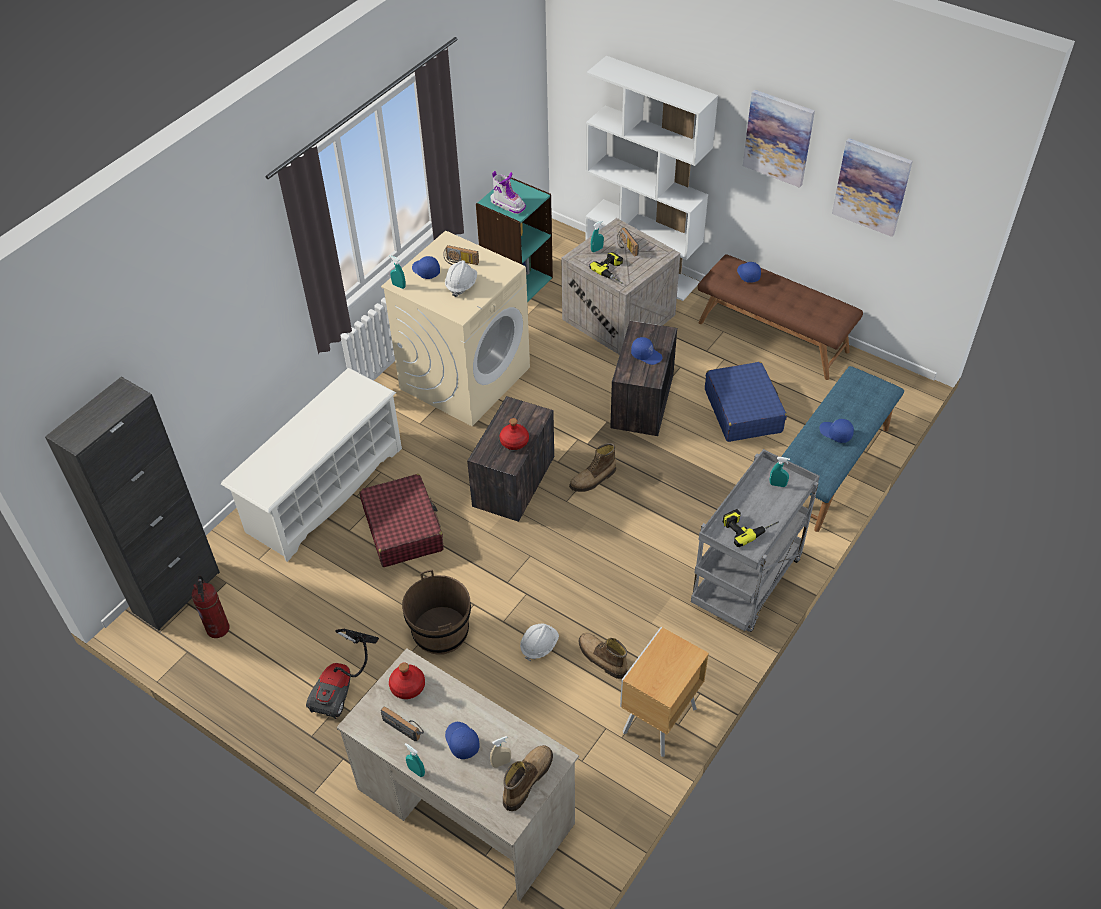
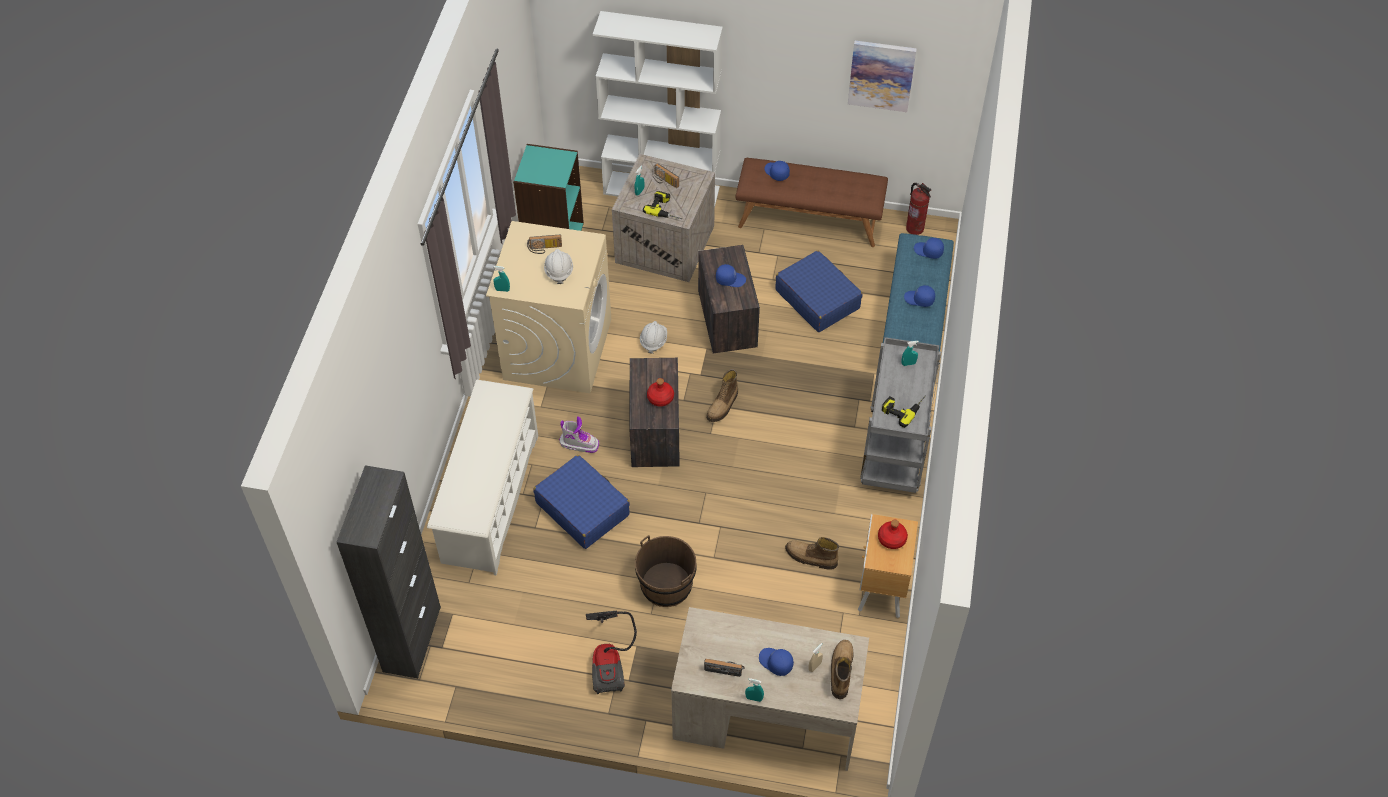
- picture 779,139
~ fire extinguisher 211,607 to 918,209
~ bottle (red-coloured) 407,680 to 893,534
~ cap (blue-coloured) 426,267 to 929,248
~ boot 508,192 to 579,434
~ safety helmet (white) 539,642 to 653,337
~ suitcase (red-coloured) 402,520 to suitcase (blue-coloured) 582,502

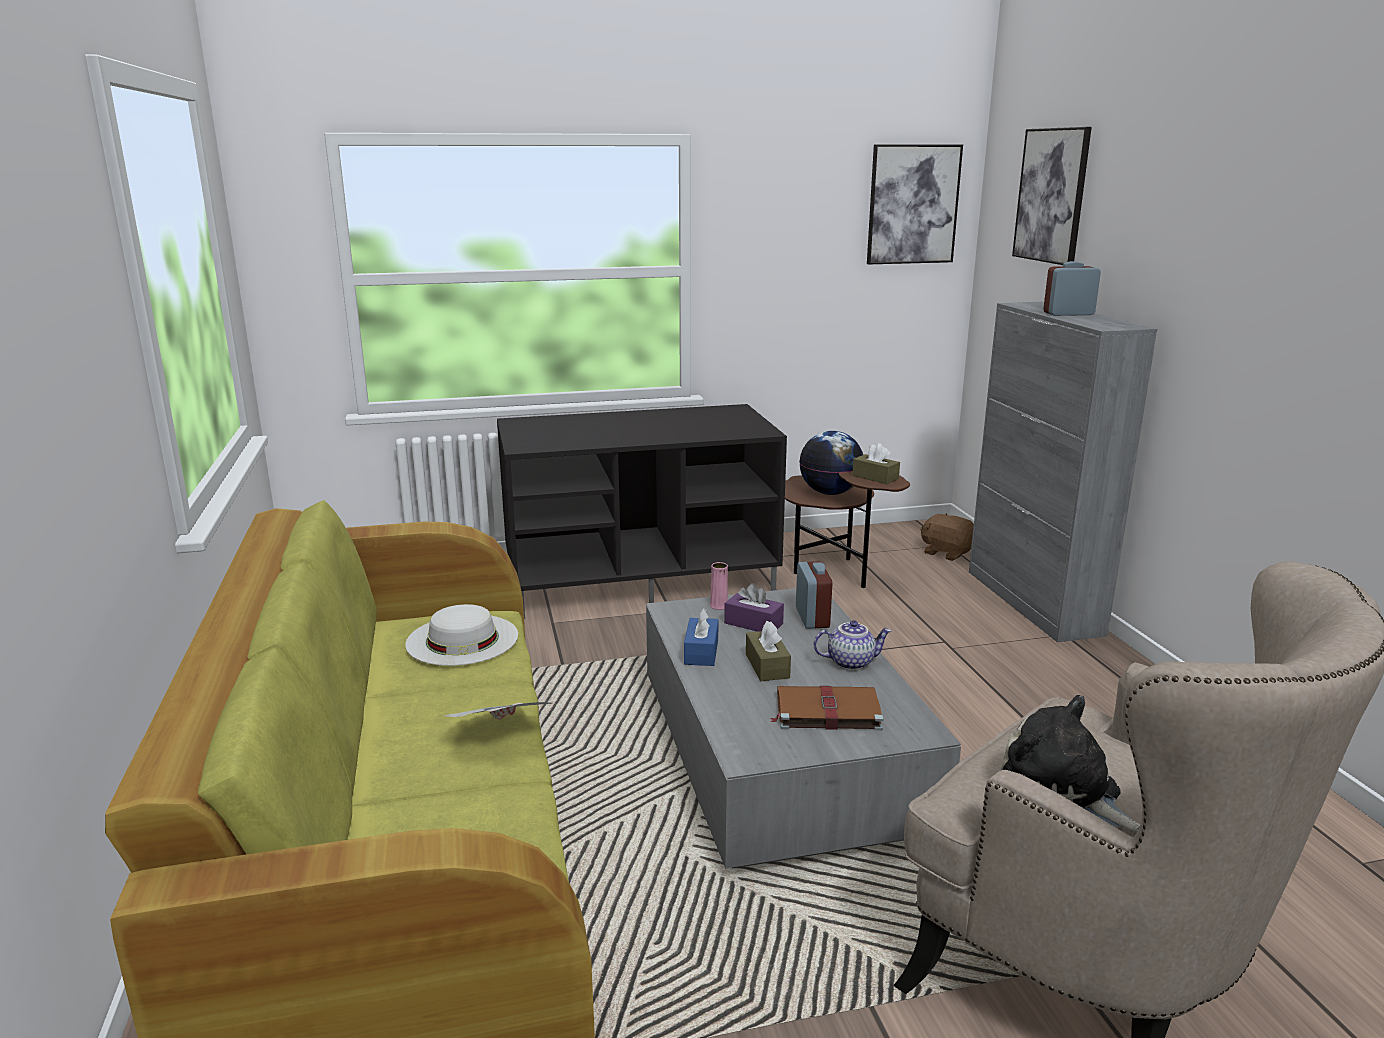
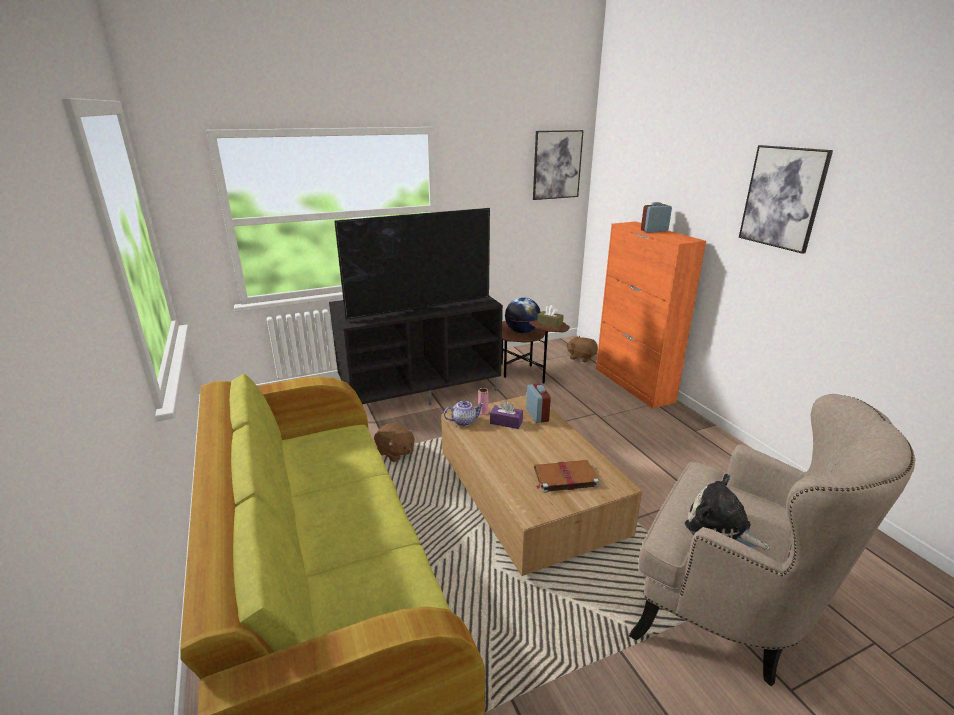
- wearable hat (white) 461,635
- newspaper 498,711
- box of tissues (blue-coloured) 701,637
- box of tissues (brown) 768,651
+ TV set 412,263
+ soft toy (brown) 394,442
~ tea pot 852,645 to 464,413
~ picture 1052,196 to 786,199
~ low table (grey) 803,728 to low table (brown) 541,485
~ storage cabinet (grey) 1063,471 to storage cabinet (orange-coloured) 651,315

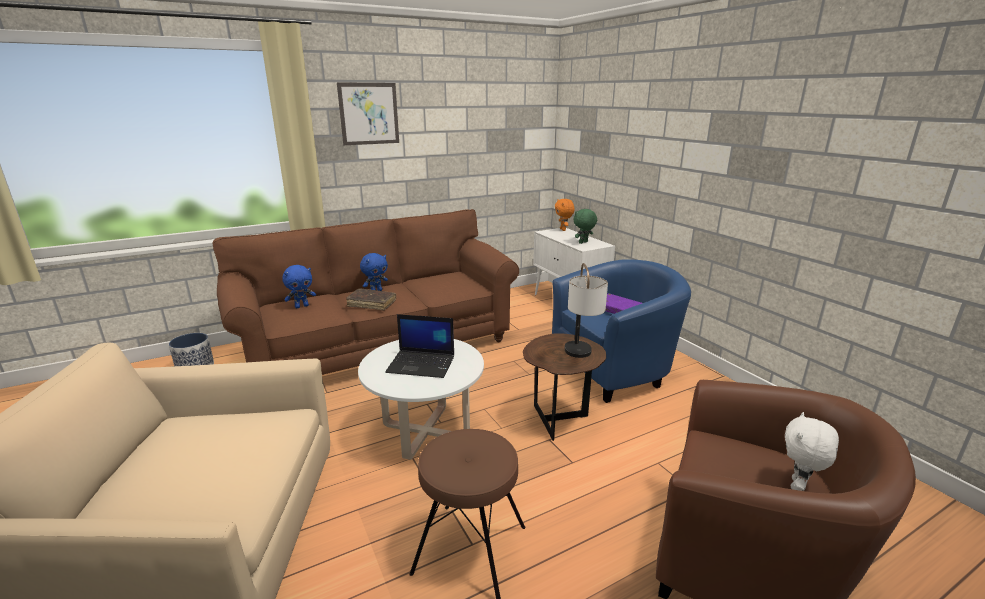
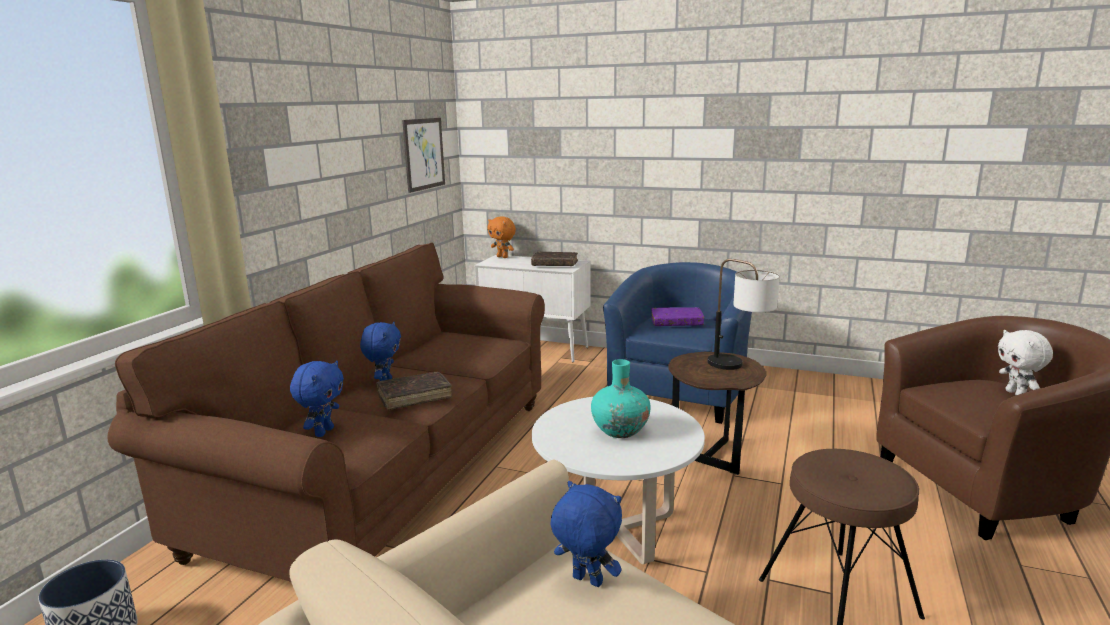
+ soft toy (blue-coloured) 586,534
~ picture 368,113 to 423,155
~ laptop 419,346 to decorative vase (blue-green) 621,398
~ soft toy (greenish) 585,226 to volume (brown) 554,259

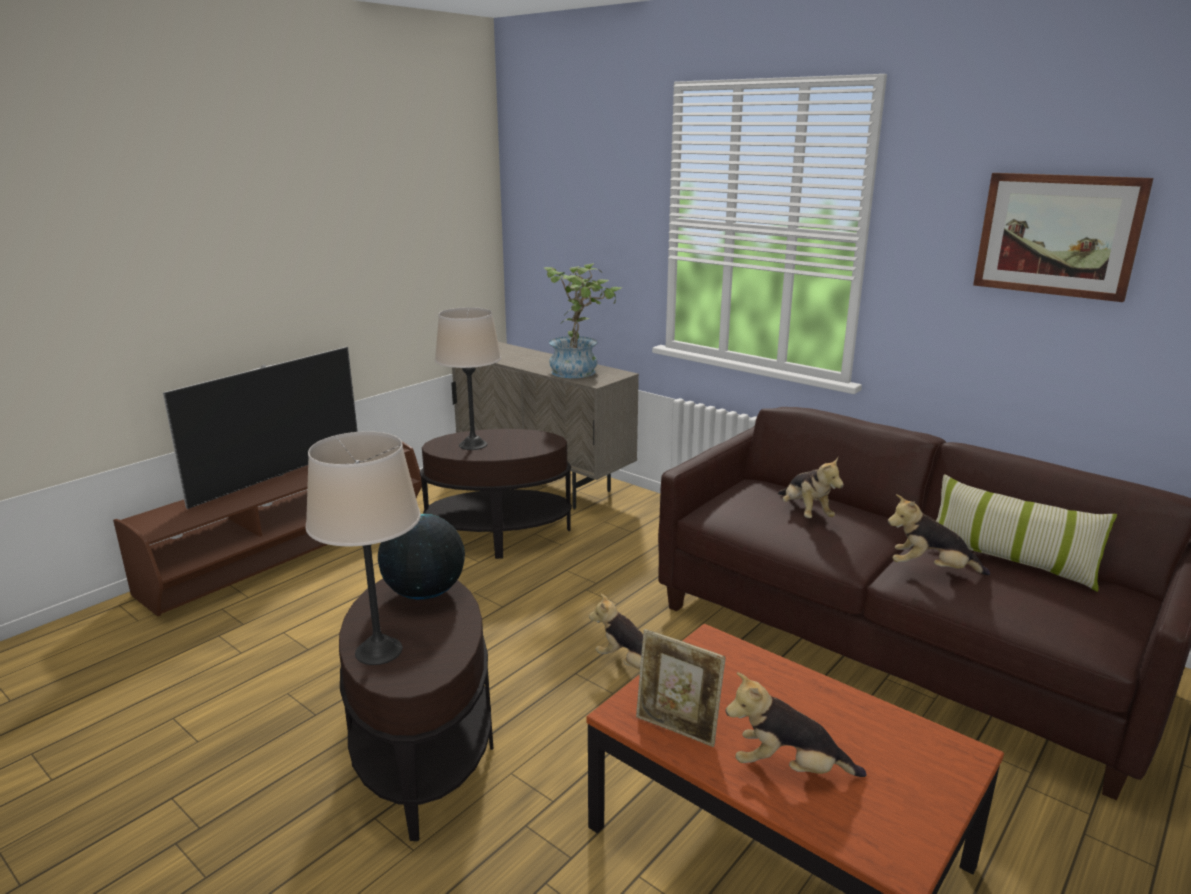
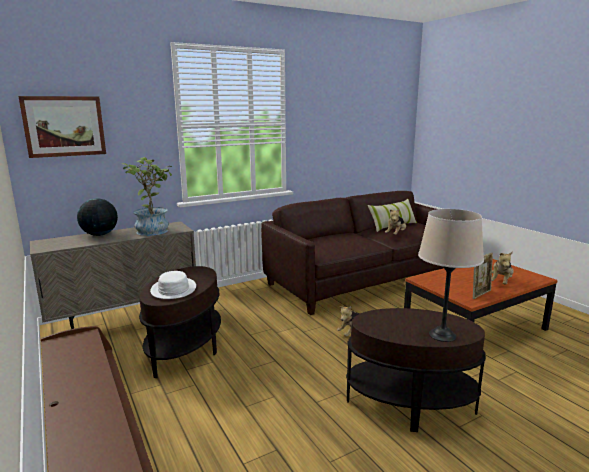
- TV set 260,428
- soft toy 811,487
~ desk globe 421,557 to 97,217
~ picture 1063,237 to 62,127
~ lamp for a table (beige) 468,378 to wearable hat (white) 173,285

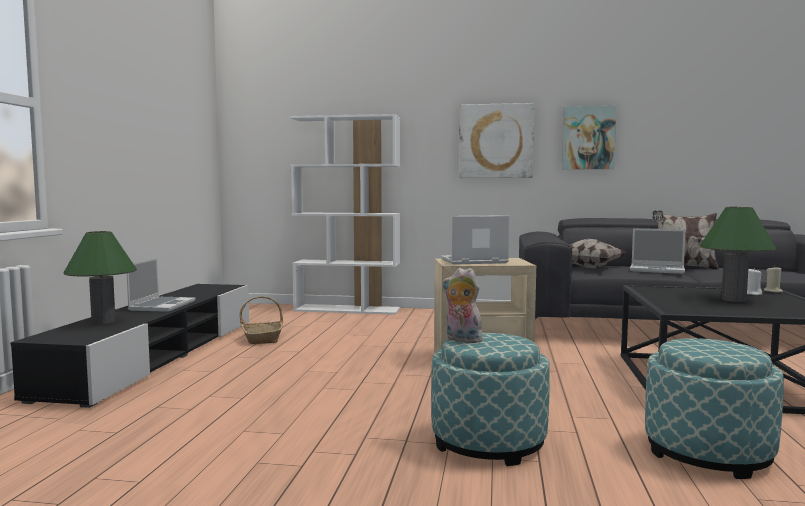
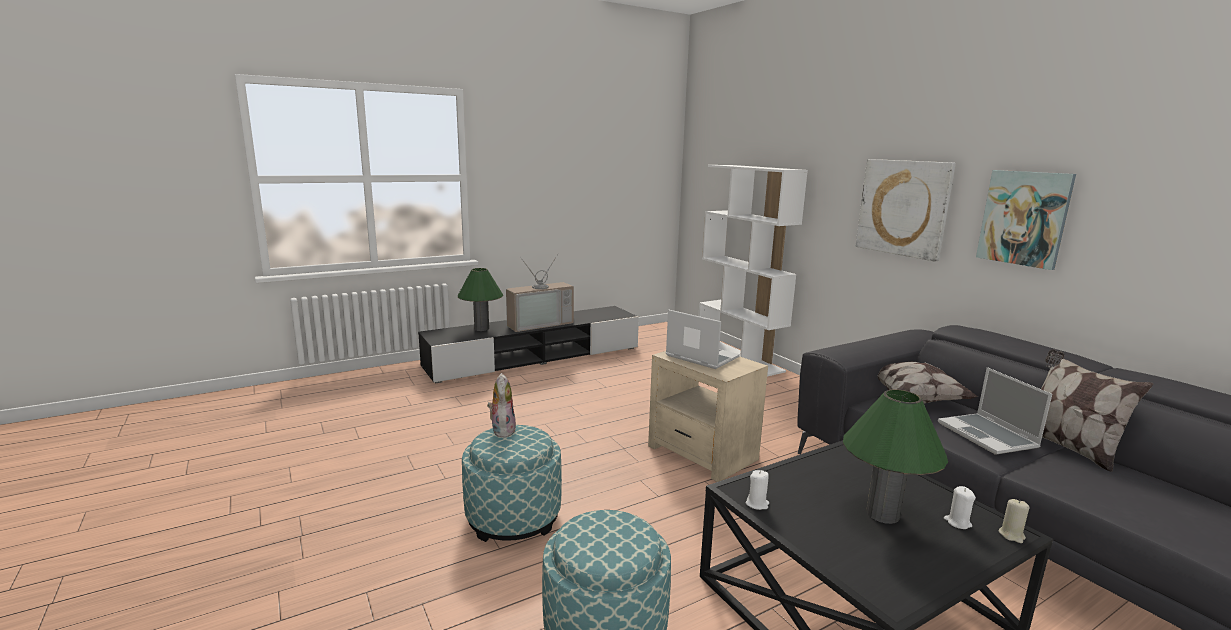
- household basket 261,320
+ wax light (white) 757,490
~ laptop 161,285 to TV set 540,294

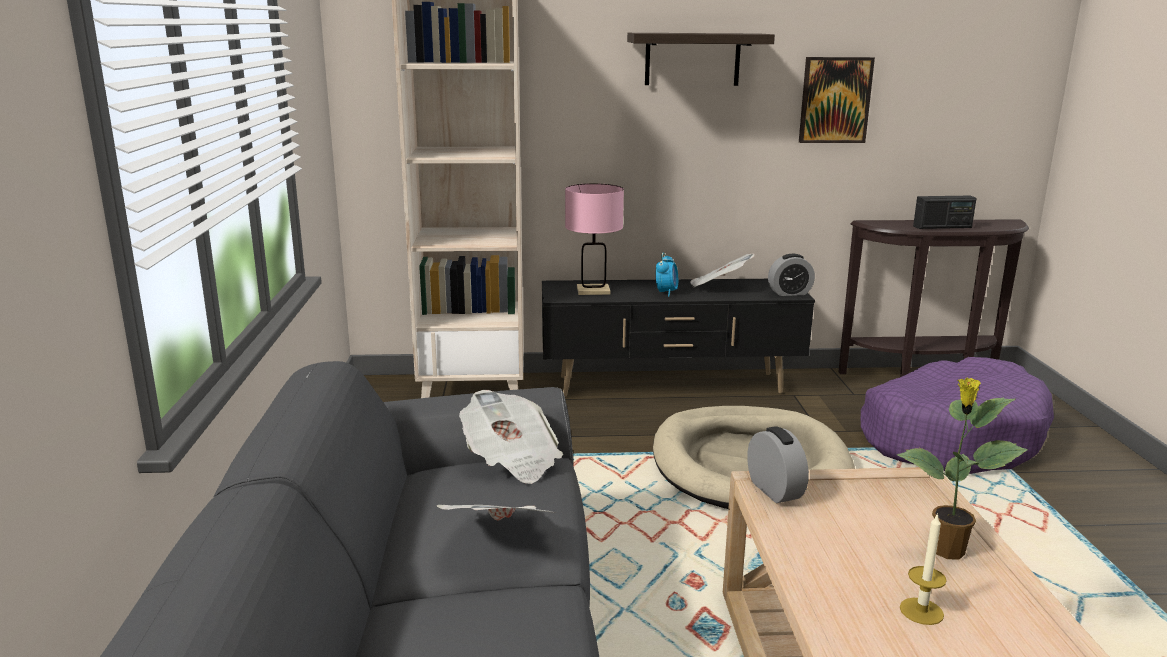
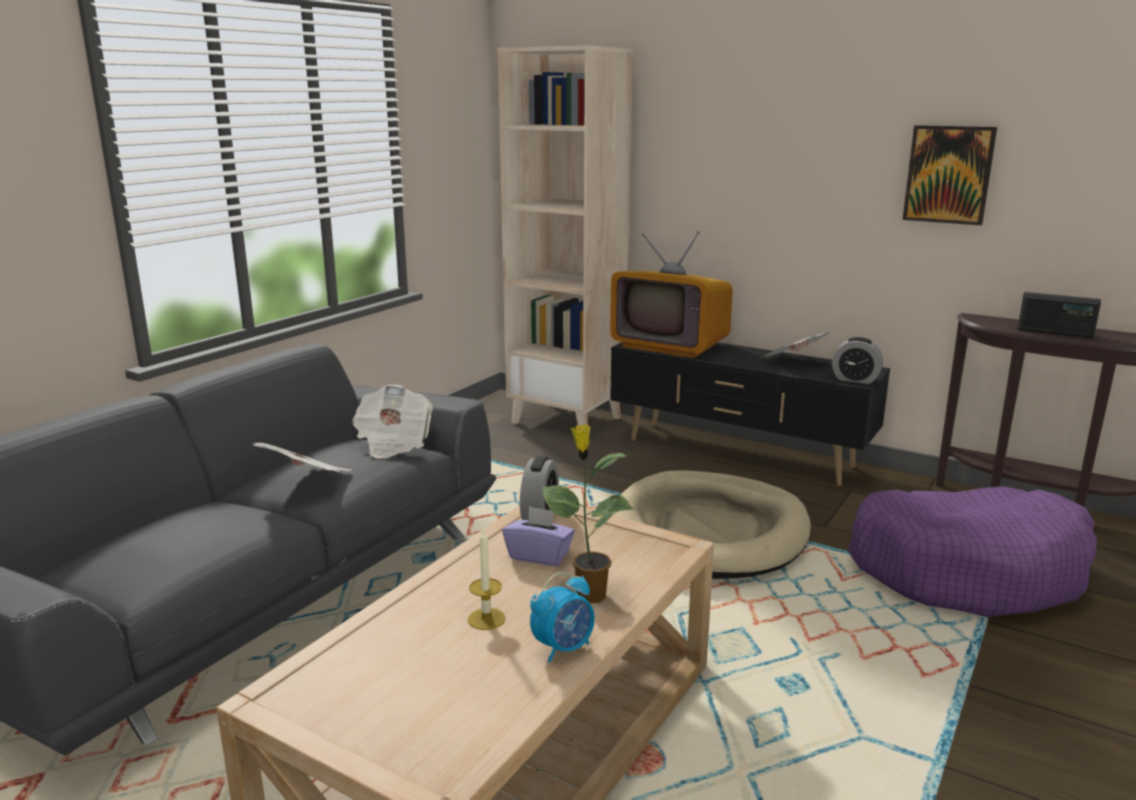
- wall shelf 701,59
+ box of tissues (purple) 538,536
~ table clock 667,275 to 562,617
~ lamp for a table (pink-coloured) 594,239 to TV set 671,294

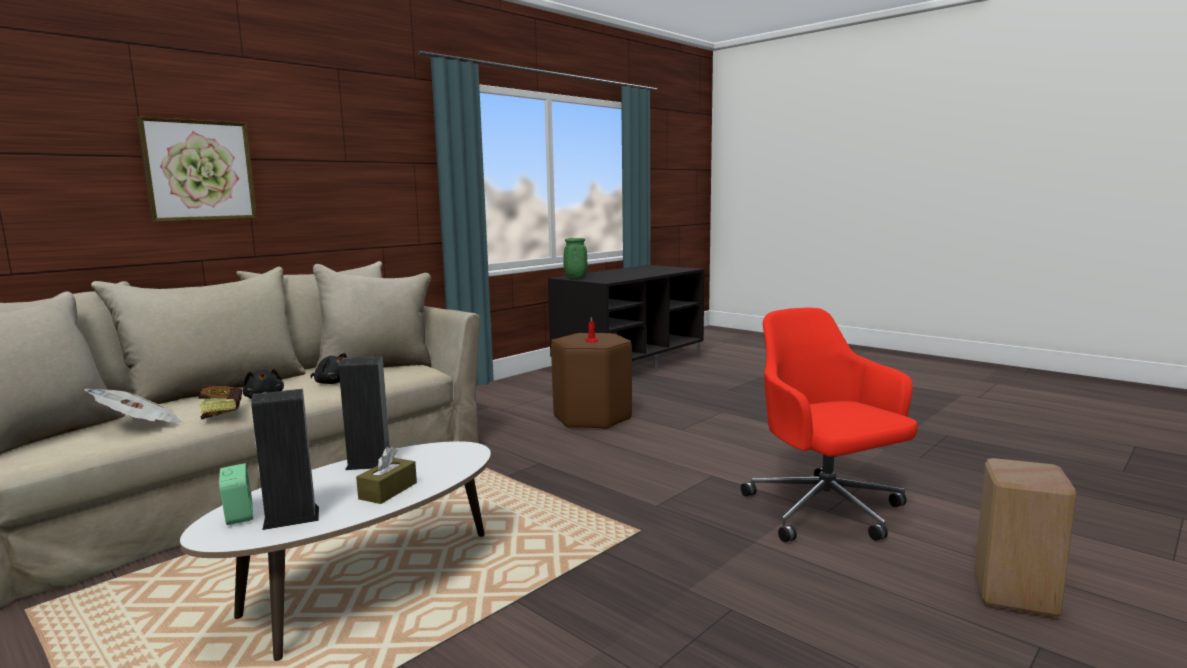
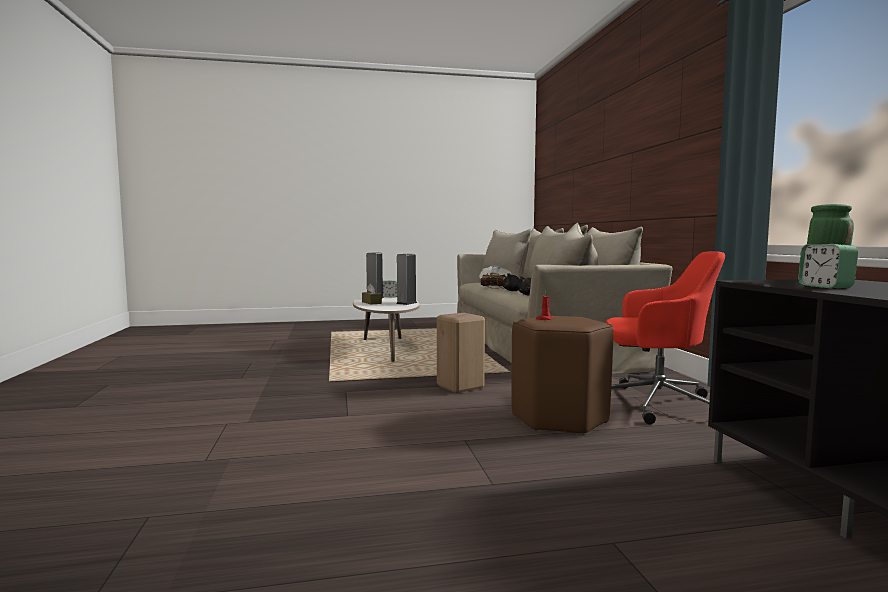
- picture 197,169
+ table clock 828,266
~ desk chair (red-coloured) 829,425 to 665,337
~ stool seat (beige) 1026,538 to 461,353

